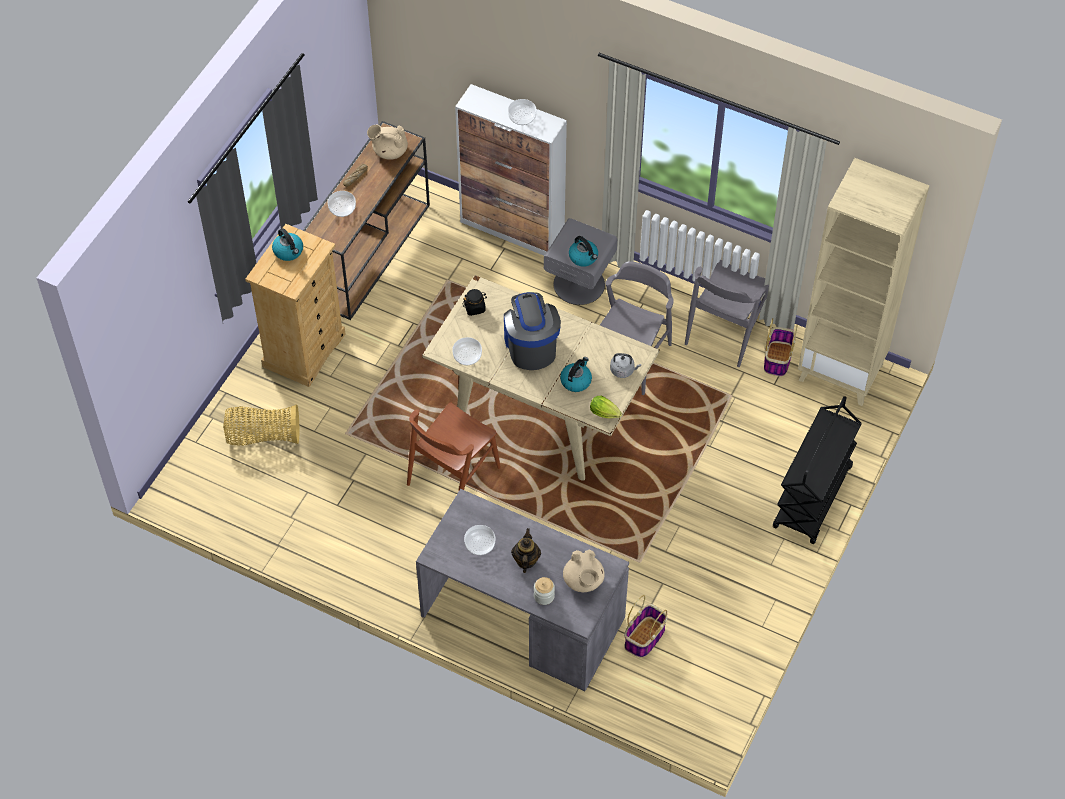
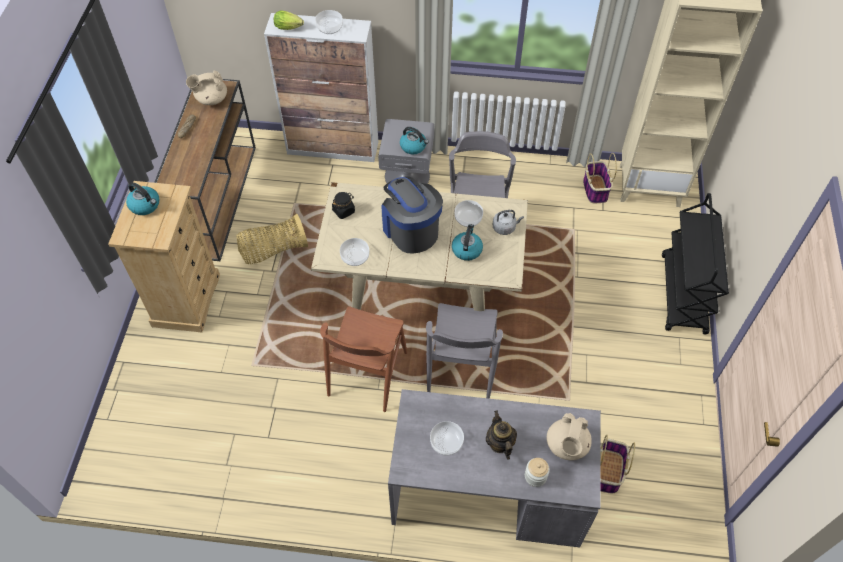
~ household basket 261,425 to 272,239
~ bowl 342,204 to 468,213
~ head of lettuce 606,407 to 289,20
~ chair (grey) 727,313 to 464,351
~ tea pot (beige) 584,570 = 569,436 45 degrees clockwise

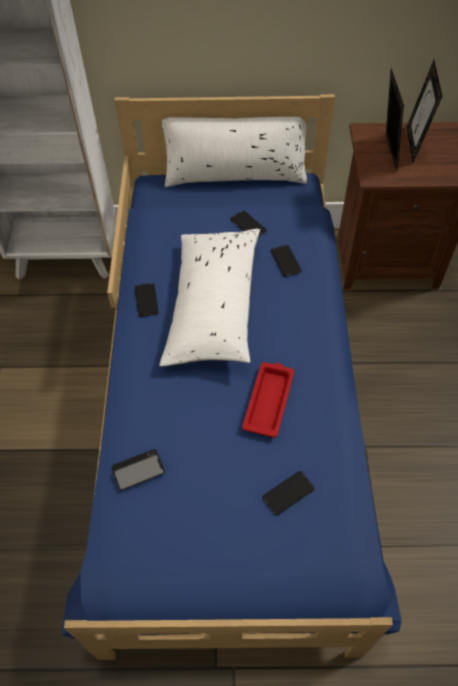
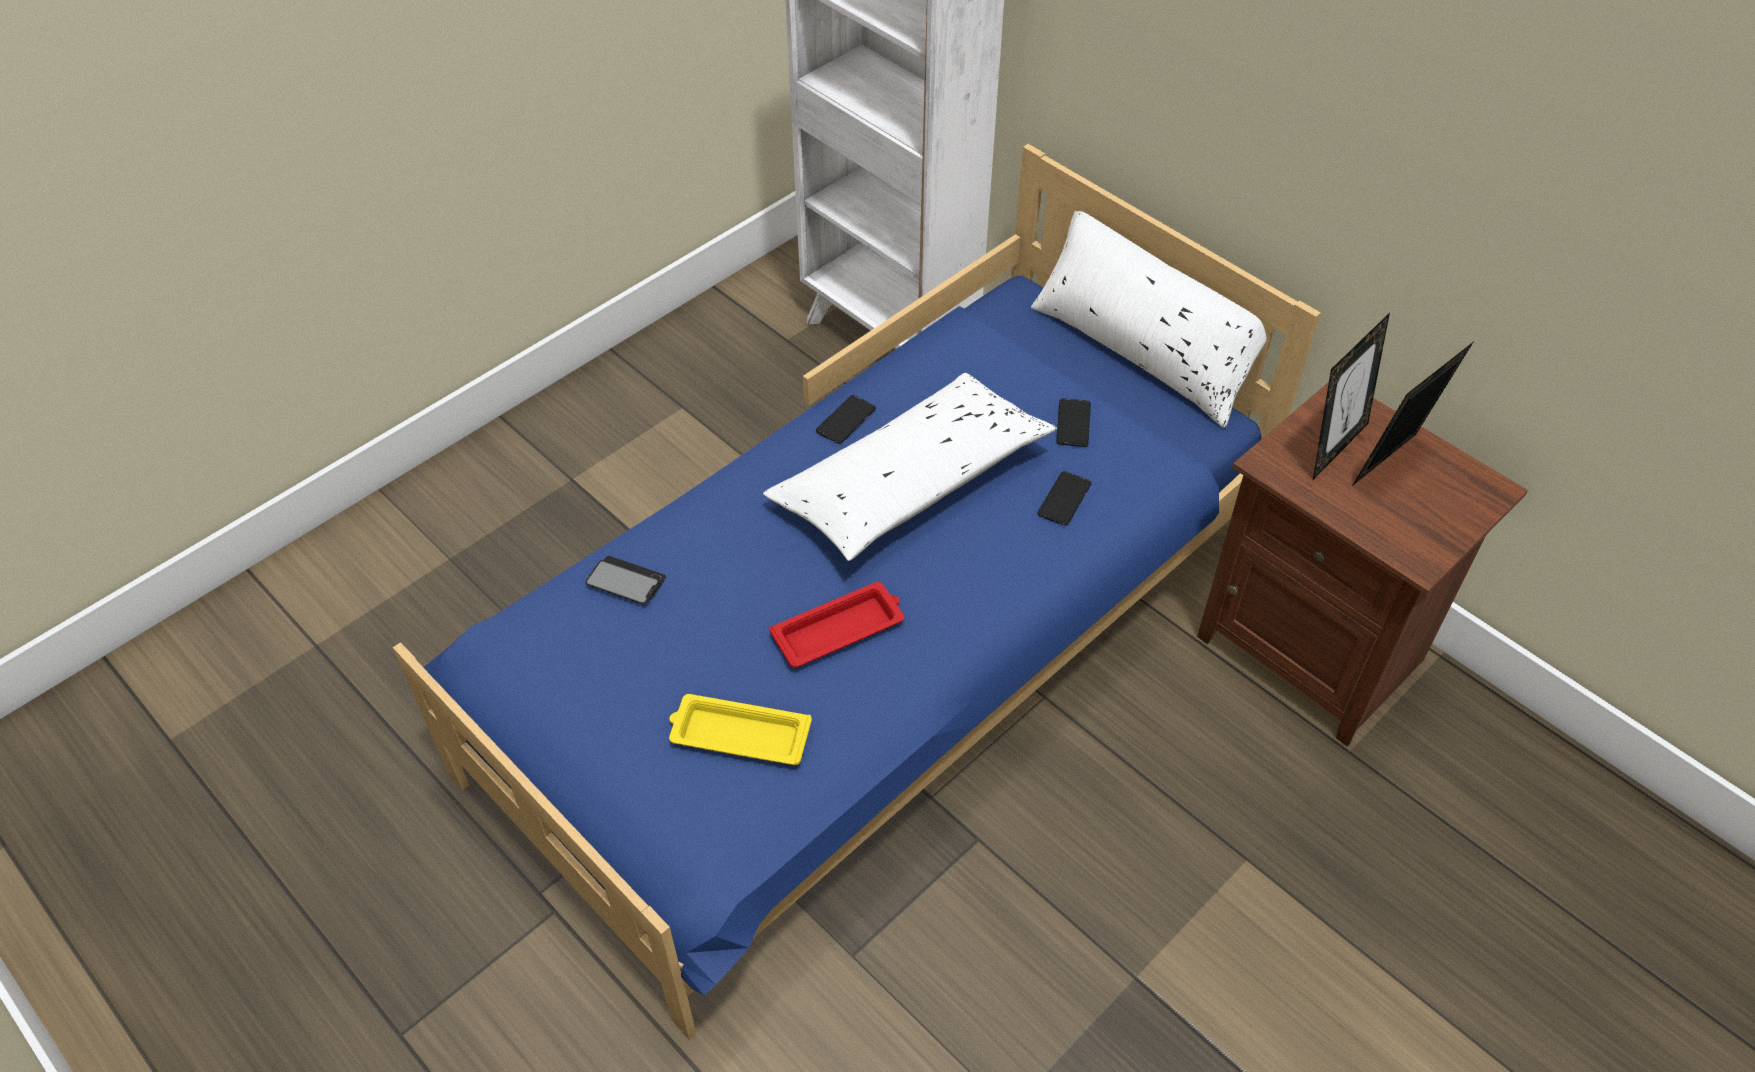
~ telephone 288,493 to serving tray (yellow) 740,729

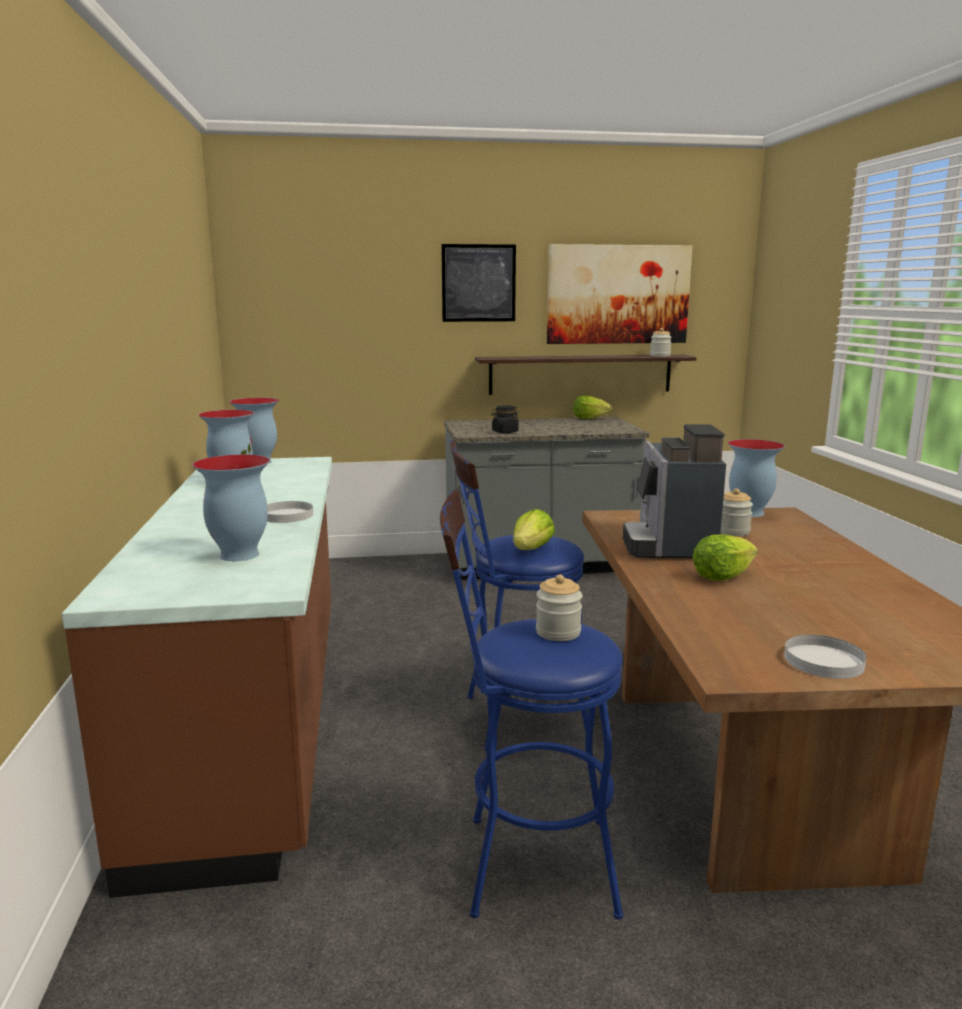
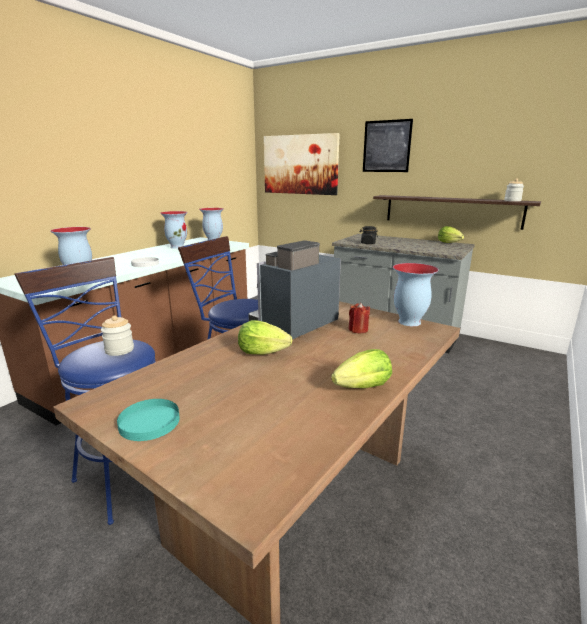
~ head of lettuce 534,529 to 361,368
~ picture 619,294 to 302,164
~ storage jar 737,512 to wax light (red-coloured) 359,318
~ dinner plate (white) 825,657 to dinner plate (blue-green) 148,420

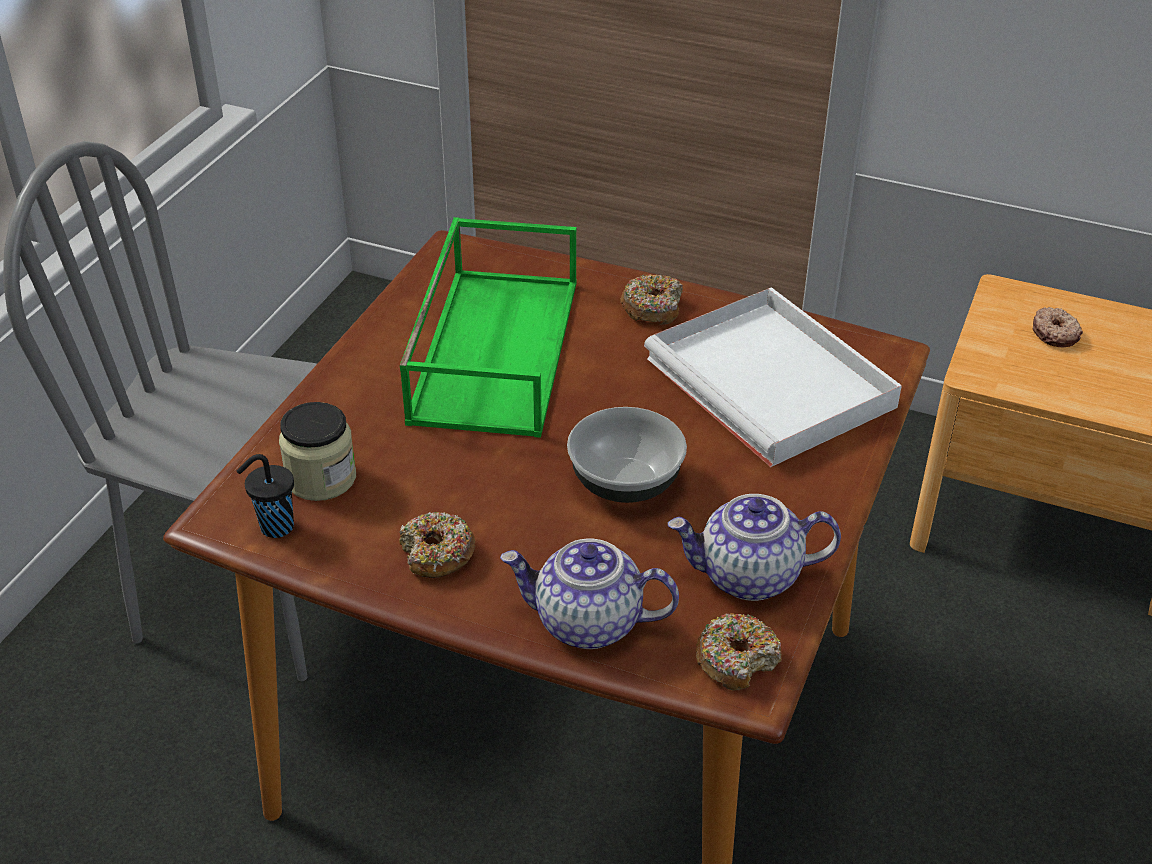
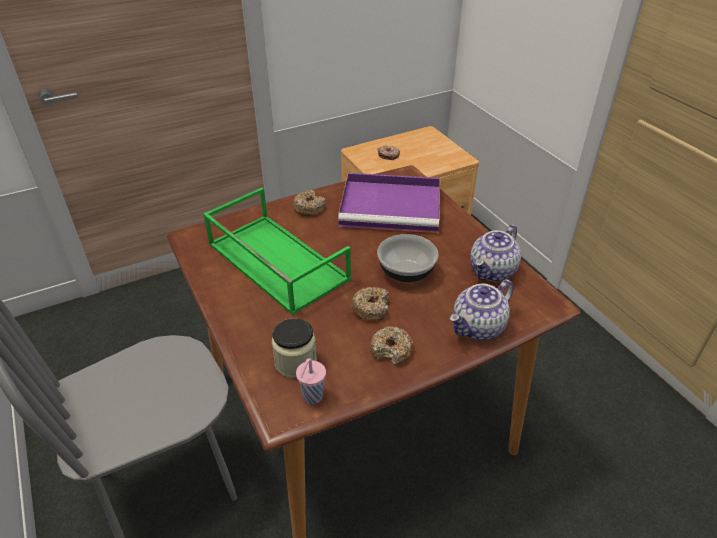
~ donut 739,652 to 370,303
~ drinking cup (black-coloured) 265,496 to drinking cup (pink-coloured) 311,381
~ serving tray (white) 773,377 to serving tray (purple) 389,203

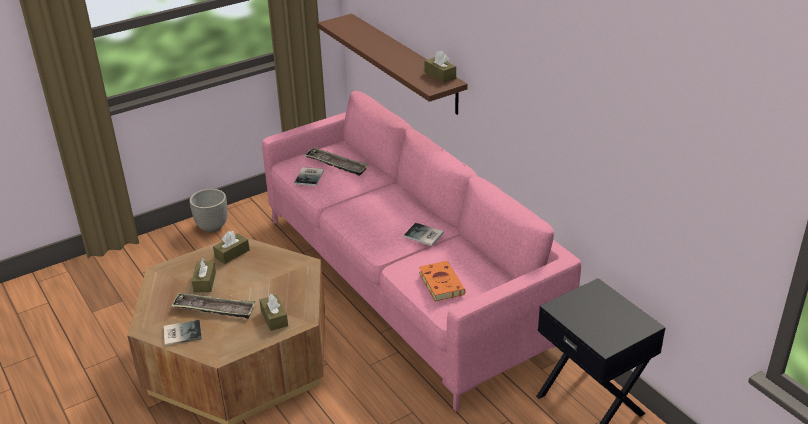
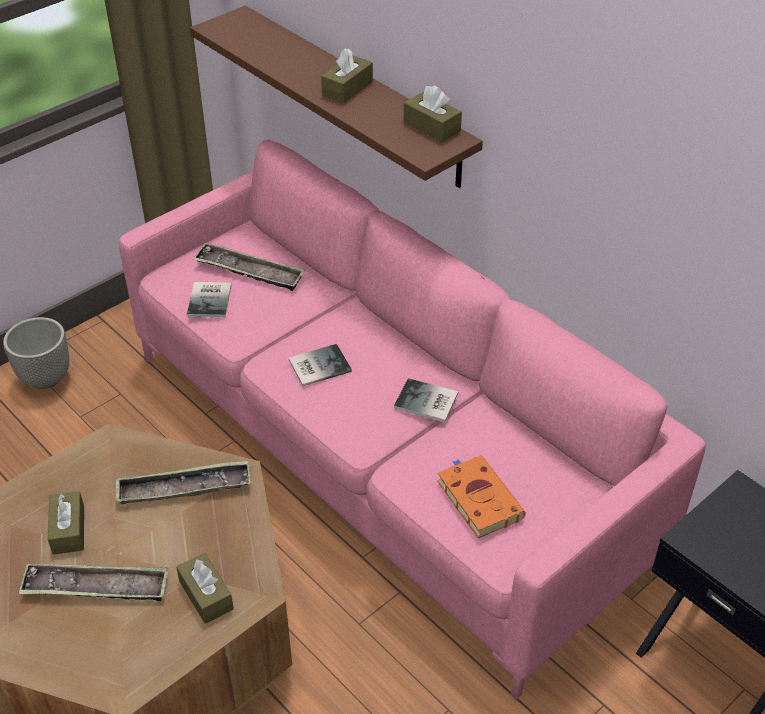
+ serving tray 183,482
~ volume 183,333 to 320,365
~ box of tissues (brown) 231,247 to 347,76

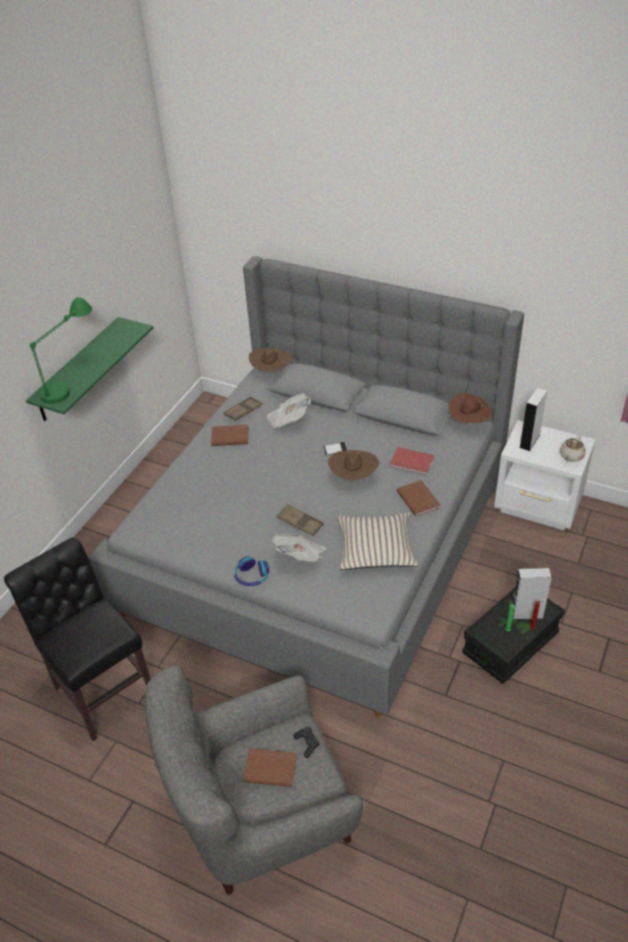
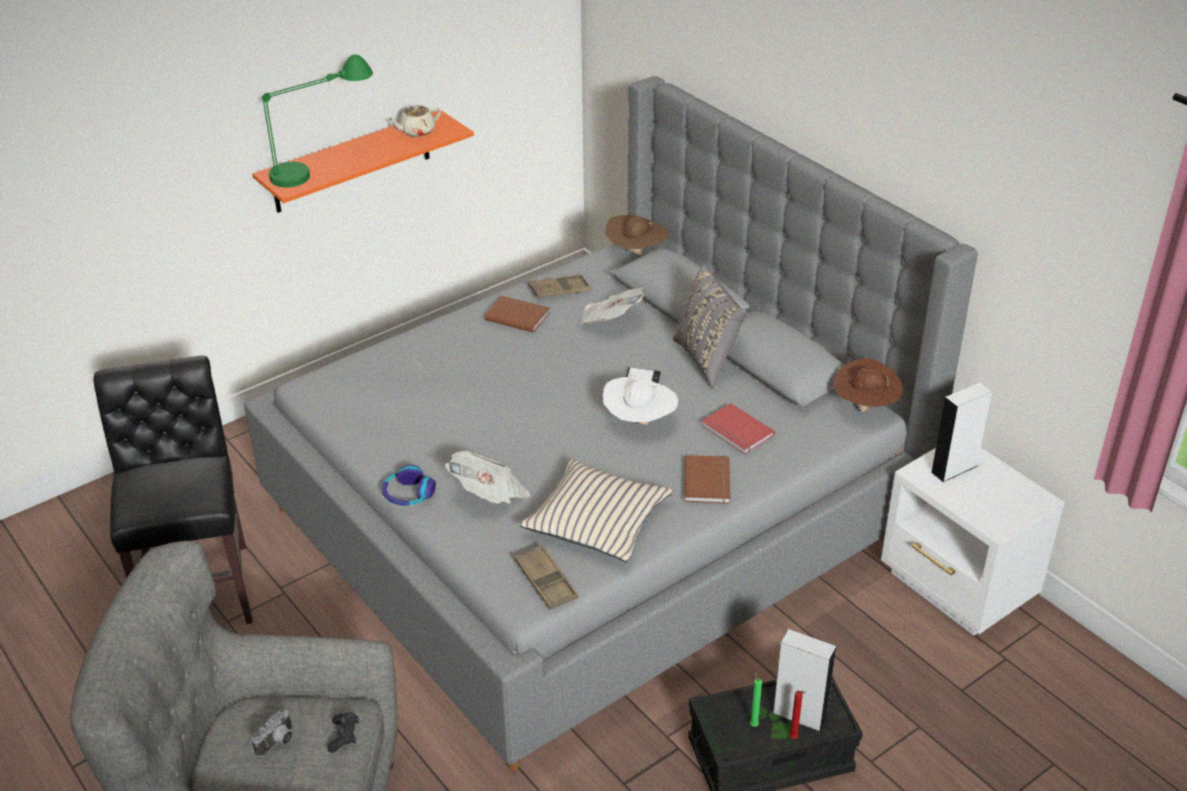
+ throw pillow (grey) 710,326
~ serving tray (brown) 300,520 to 546,577
~ tea pot (beige) 573,448 to 414,121
~ volume (brown) 270,767 to still camera 272,733
~ wall shelf (greenish) 89,369 to wall shelf (orange-coloured) 363,161
~ wearable hat (brown) 354,465 to wearable hat (white) 640,401

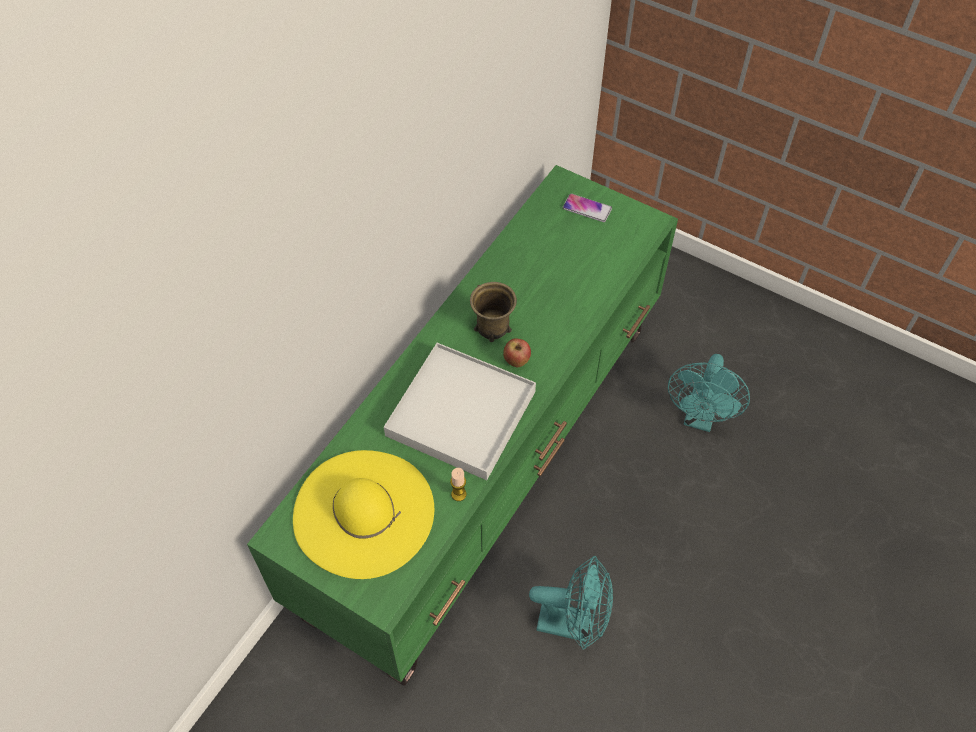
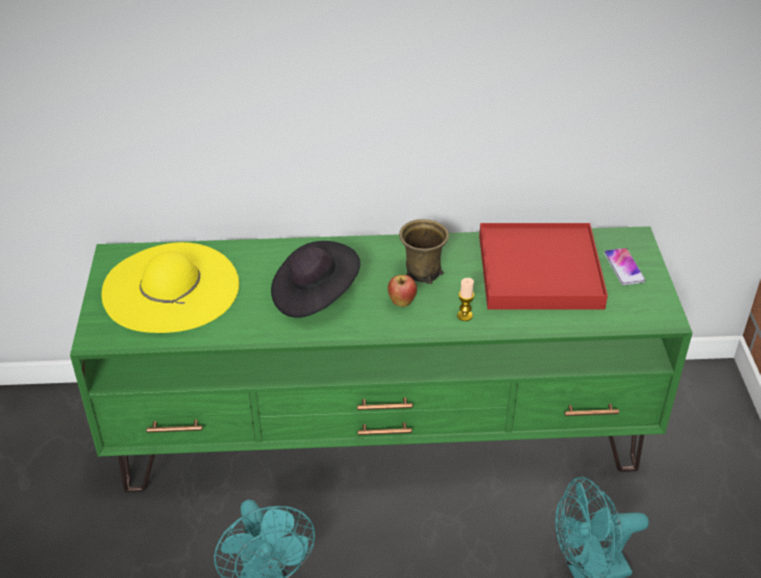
+ serving tray (red-coloured) 543,266
~ wax light 458,484 to 465,299
~ serving tray (white) 460,411 to wearable hat (black-coloured) 316,279

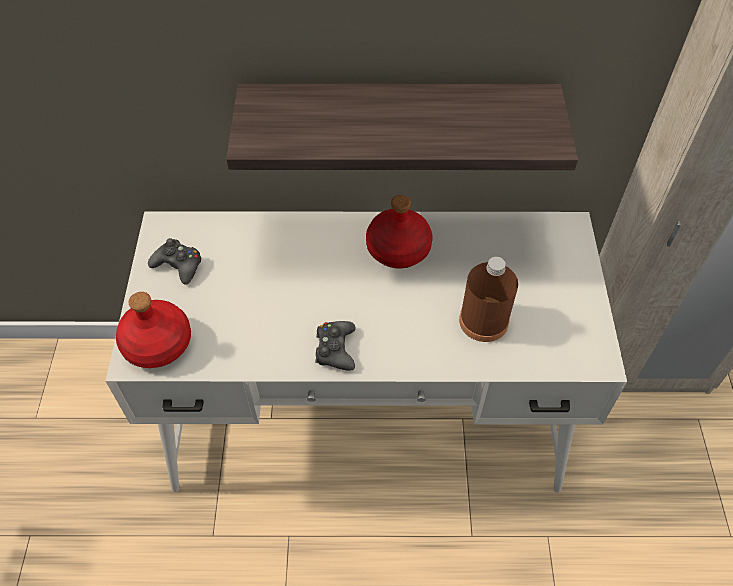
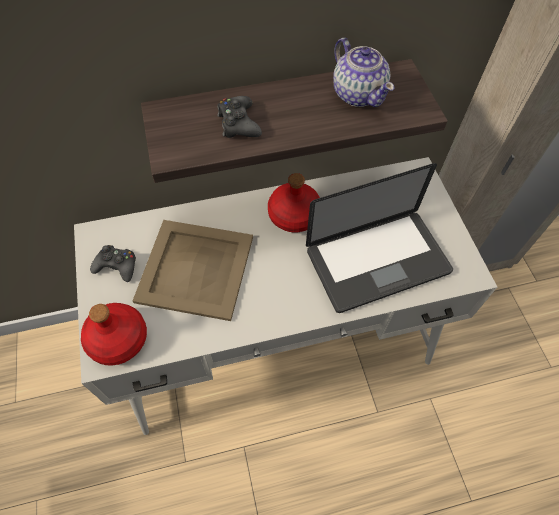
+ serving tray (beige) 193,270
+ tea pot 363,72
~ game controller (black-coloured) 335,346 to 239,117
~ bottle (brown) 488,299 to laptop 379,238

